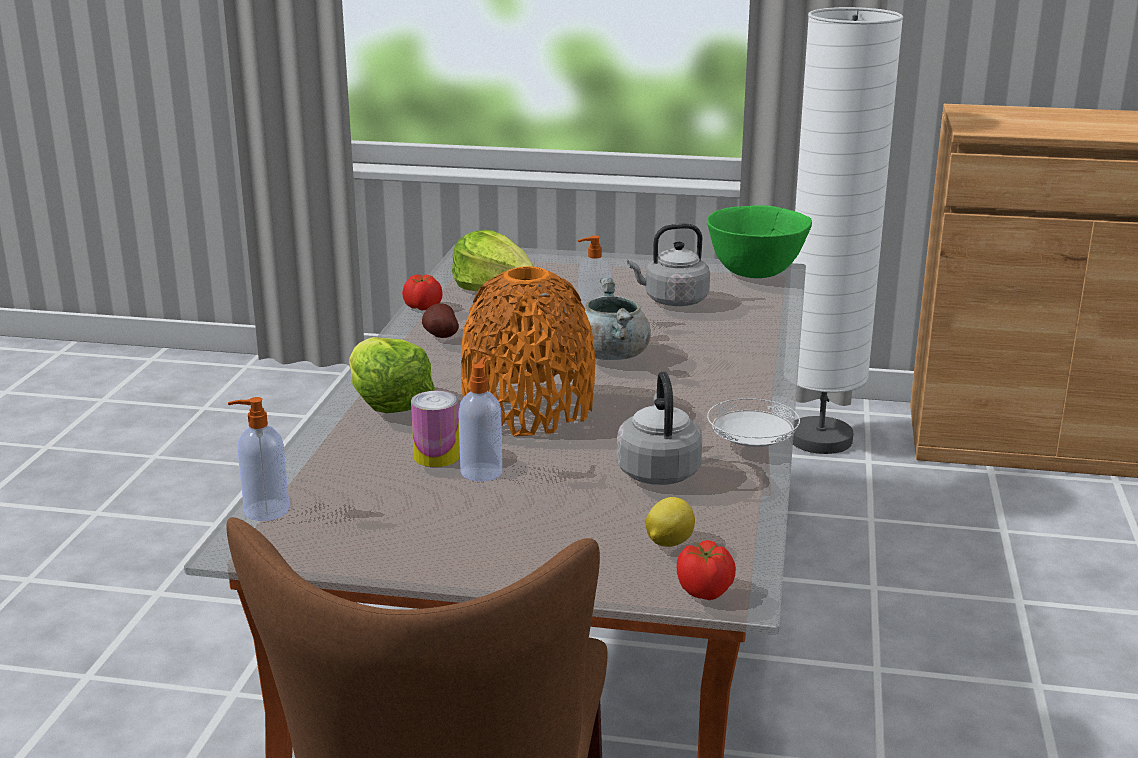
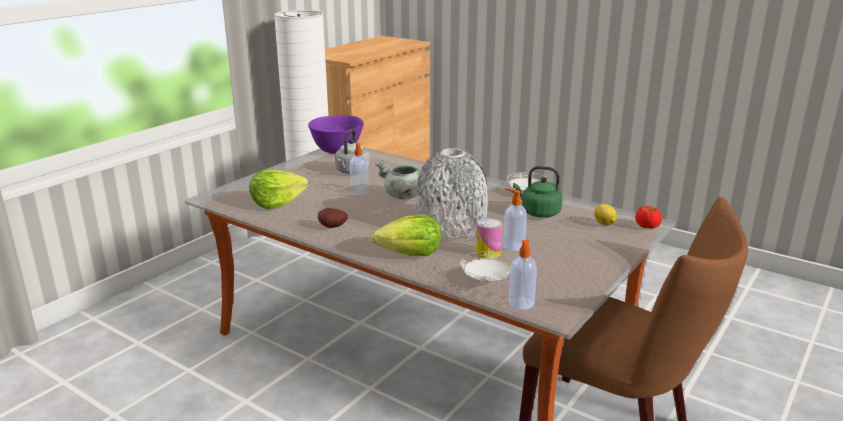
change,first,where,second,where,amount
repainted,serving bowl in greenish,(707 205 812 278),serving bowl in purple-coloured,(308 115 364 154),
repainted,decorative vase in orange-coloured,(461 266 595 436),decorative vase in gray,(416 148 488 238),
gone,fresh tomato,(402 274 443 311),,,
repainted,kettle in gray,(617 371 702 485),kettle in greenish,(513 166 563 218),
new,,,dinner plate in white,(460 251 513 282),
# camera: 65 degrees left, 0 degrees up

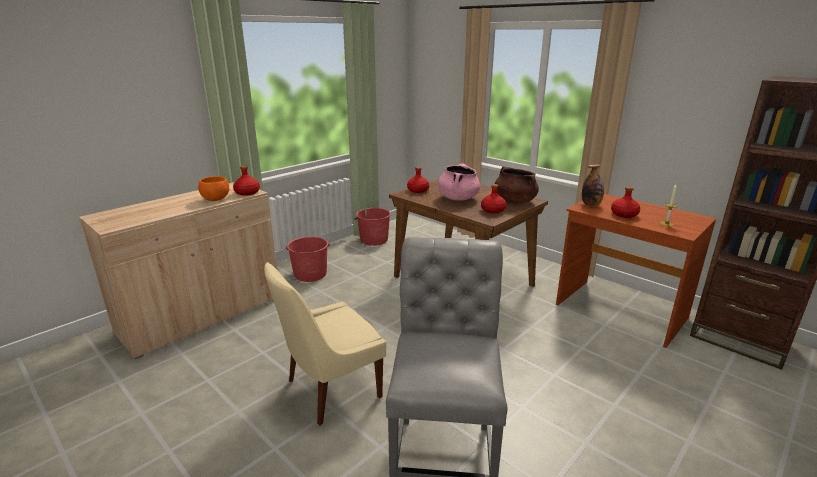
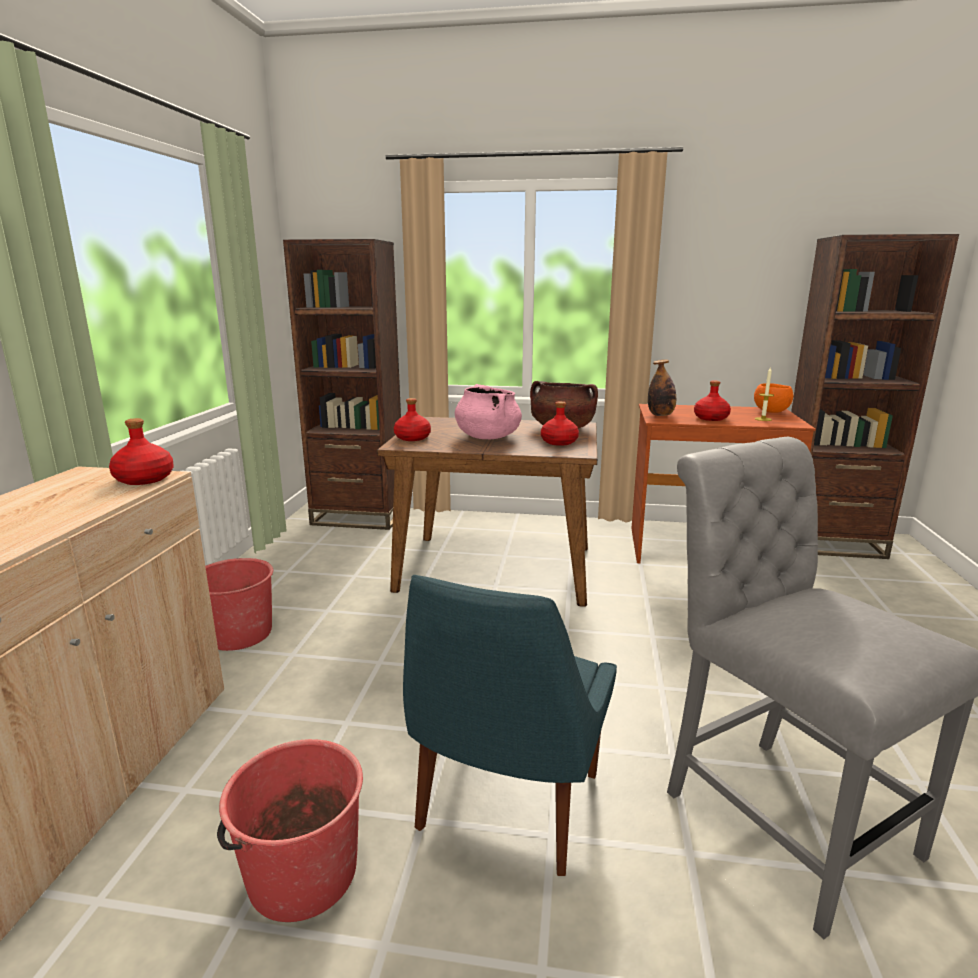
change,first,where,second,where,amount
shifted,serving bowl in orange-coloured,(198 176 229 201),,(754 383 793 413),
shifted,water bucket in red,(355 208 391 246),,(217 739 363 922),
repainted,plain chair in beige,(264 262 386 425),plain chair in blue,(403 575 617 876),
new,,,bookcase in brown,(283 239 401 530),
# camera: 35 degrees left, 5 degrees down

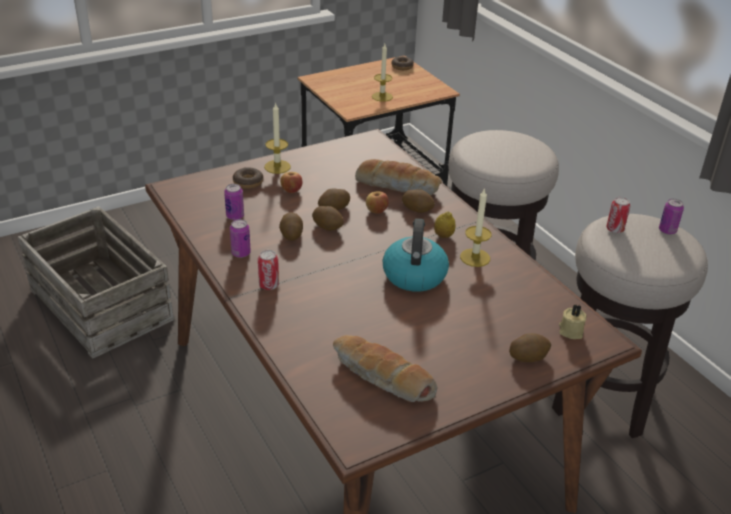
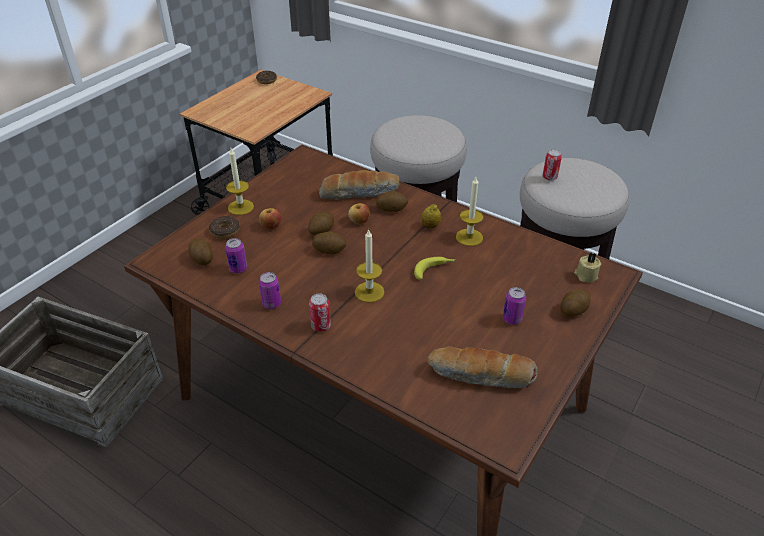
change,first,where,second,where,amount
shifted,candle,(372 44 393 102),,(355 228 384 303),
shifted,sealed can,(659 199 684 235),,(503 287 526 325),
shifted,potato,(279 212 303 241),,(188 238 213 265),
swapped,kettle,(383 218 449 292),banana,(414 257 455 280),
# camera: 25 degrees left, 5 degrees up

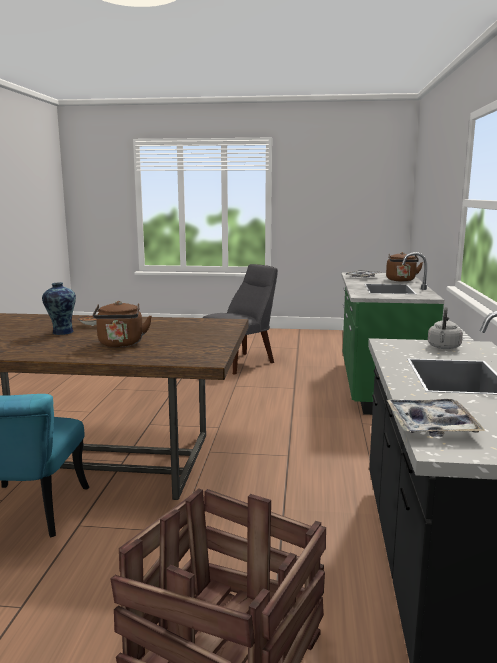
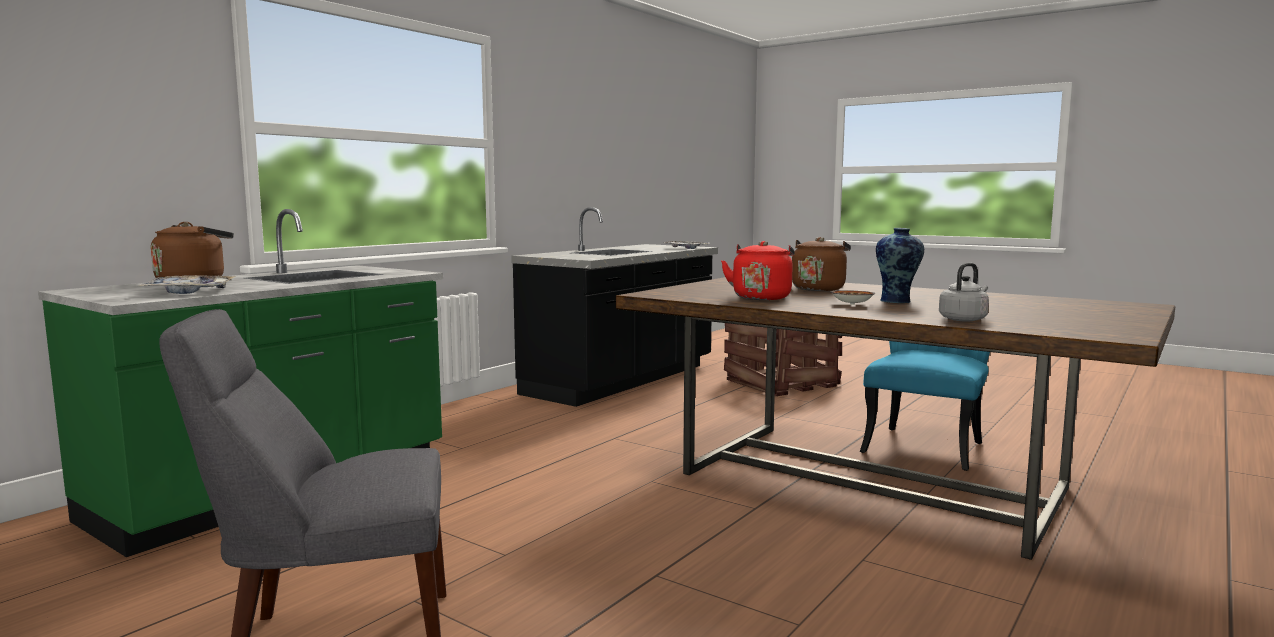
change,first,where,second,where,amount
shifted,kettle in gray,(428 307 463 349),,(939 263 989 322),
new,,,kettle in red,(721 241 795 300),
# camera: 150 degrees left, 5 degrees down

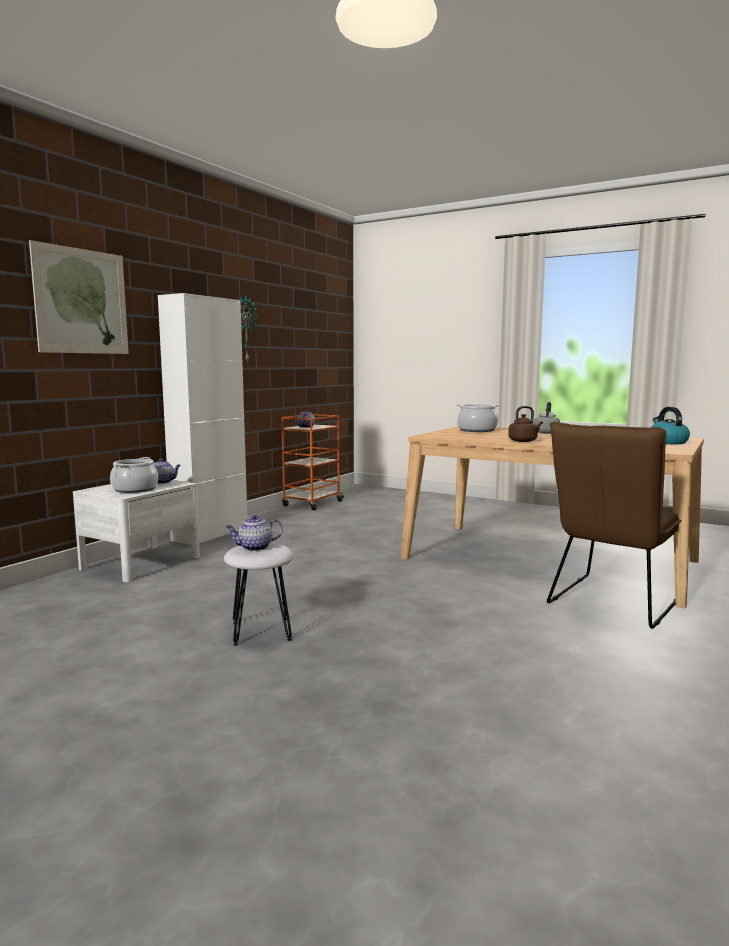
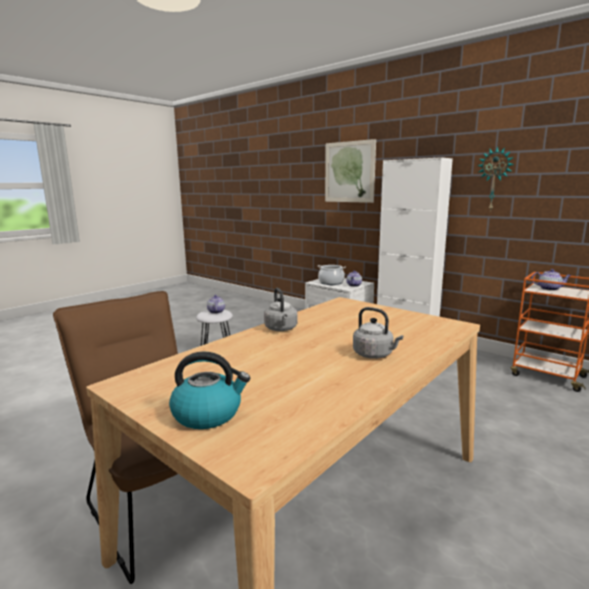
change,first,where,second,where,amount
gone,saucepot,(456 404 500 432),,,
repainted,kettle in brown,(508 406 543 442),kettle in gray,(264 288 298 331),
# camera: 100 degrees right, 5 degrees up

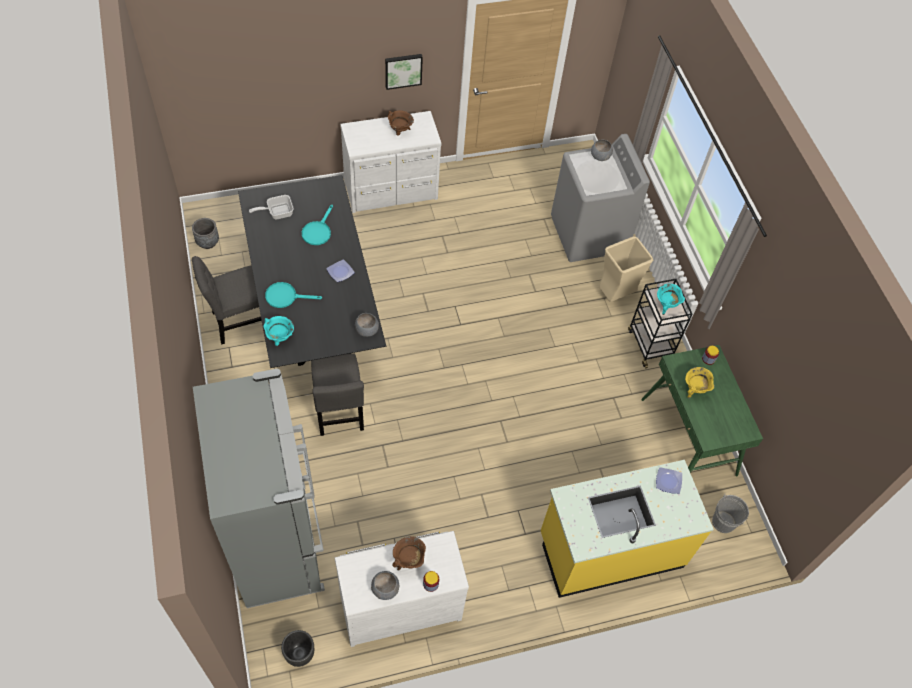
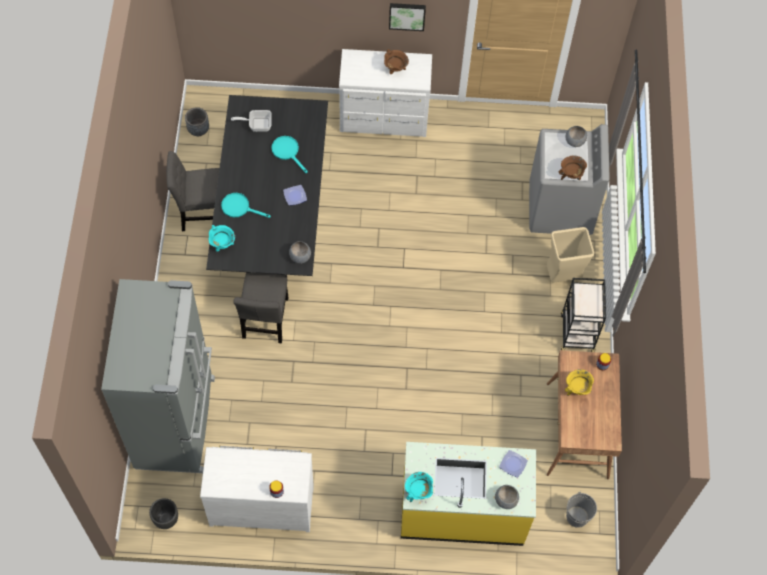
change,first,where,second,where,amount
rotated,pan in blue-green,(302 205 333 245),,(271 136 308 173),105 degrees clockwise
shifted,saucepot in blue-green,(657 284 685 315),,(405 472 433 502),
repainted,desk unit in greenish,(641 345 763 476),desk unit in brown,(546 350 622 480),
shifted,saucepot in brown,(392 536 426 571),,(559 156 587 180),
shifted,serving bowl in gray,(371 571 399 600),,(495 485 519 509),
# camera: 20 degrees right, 5 degrees up

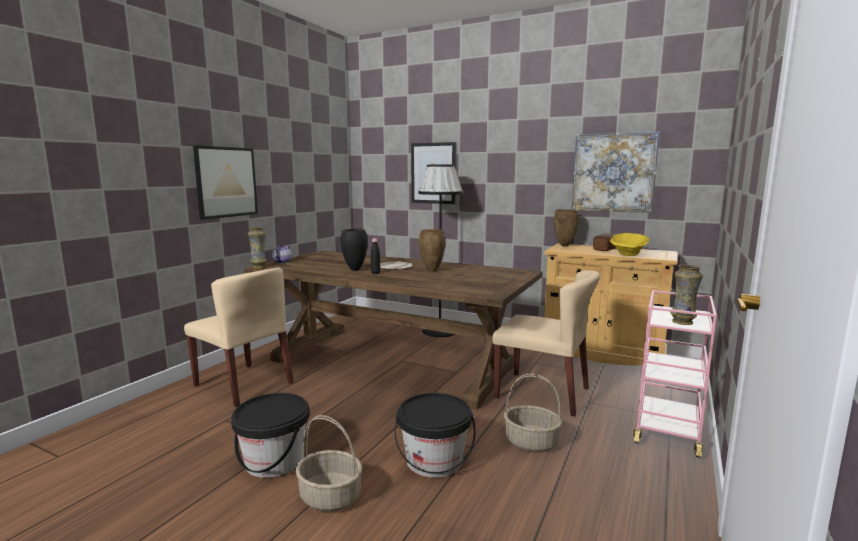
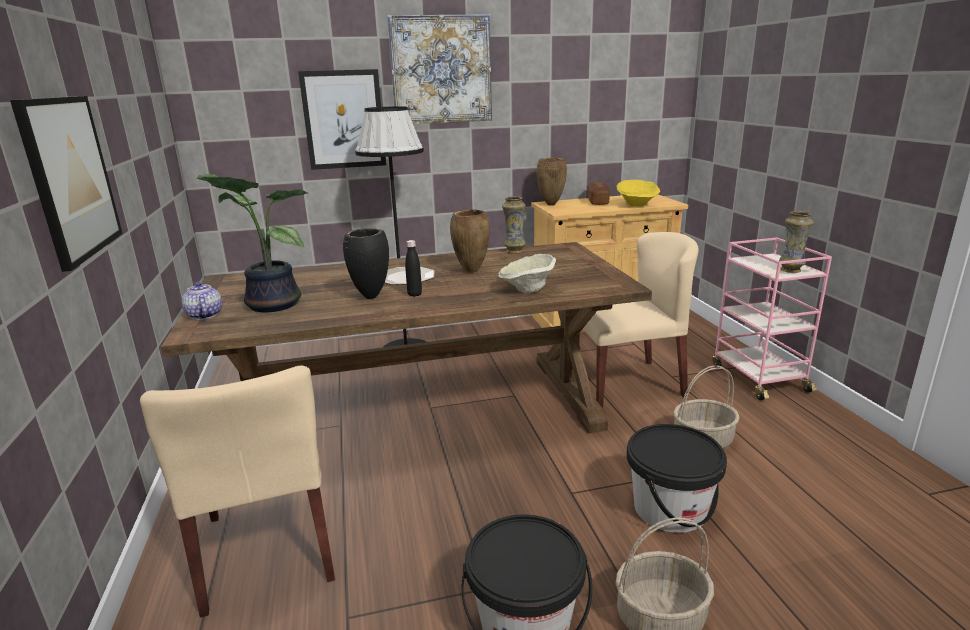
change,first,where,second,where,amount
shifted,wall picture,(572 132 660 213),,(387 14 492 124),
shifted,decorative vase,(247 227 267 268),,(502 196 526 254),
rotated,plain chair in beige,(184 267 294 407),,(140 365 335 618),75 degrees clockwise
new,,,houseplant,(197 174 307 312),
new,,,serving bowl in beige,(498 254 556 293),
# camera: 40 degrees left, 10 degrees up

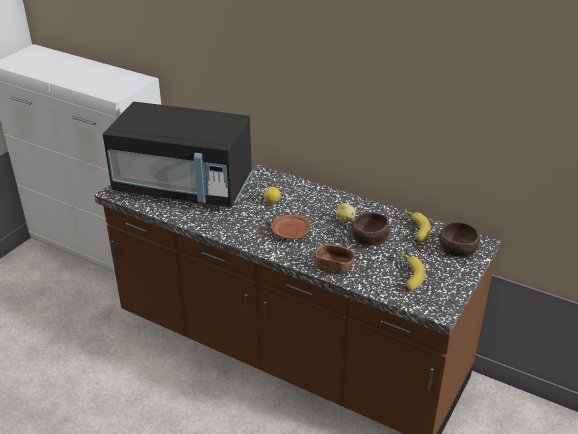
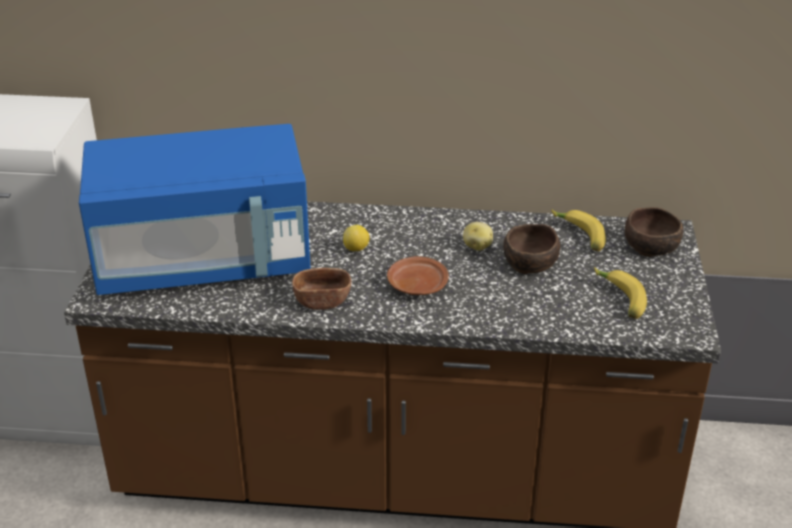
change,first,where,second,where,amount
repainted,microwave in black,(103 102 252 207),microwave in blue,(79 124 311 295),
shifted,serving bowl in brown,(315 244 355 274),,(292 268 351 310),
# camera: 25 degrees left, 0 degrees up

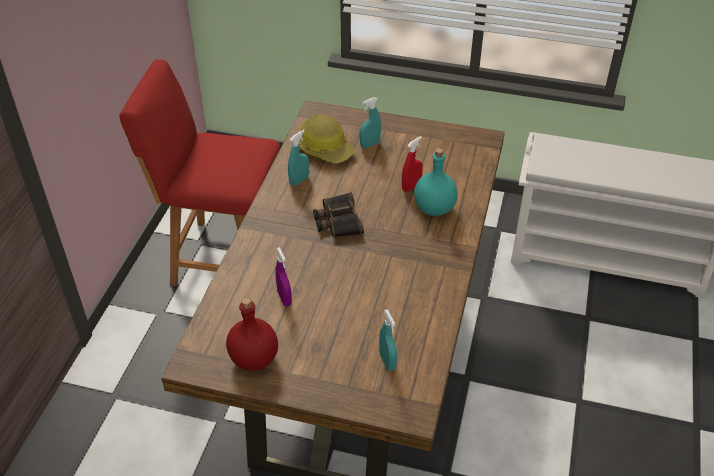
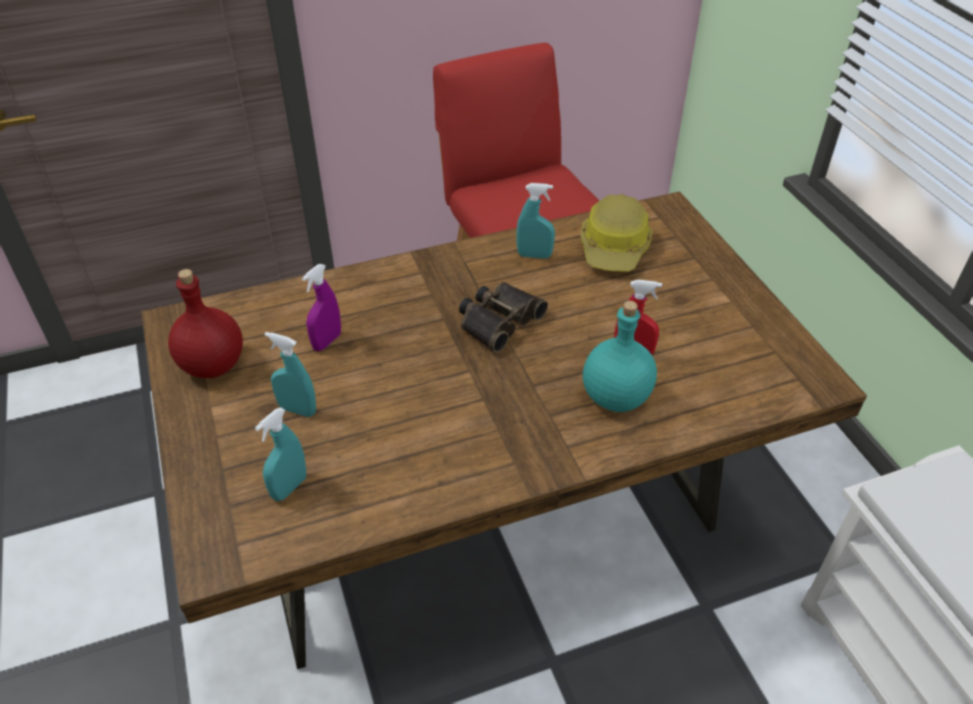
change,first,where,second,where,amount
shifted,hand sprayer in blue-green,(360 97 381 148),,(265 332 316 417),
# camera: 55 degrees right, 0 degrees up

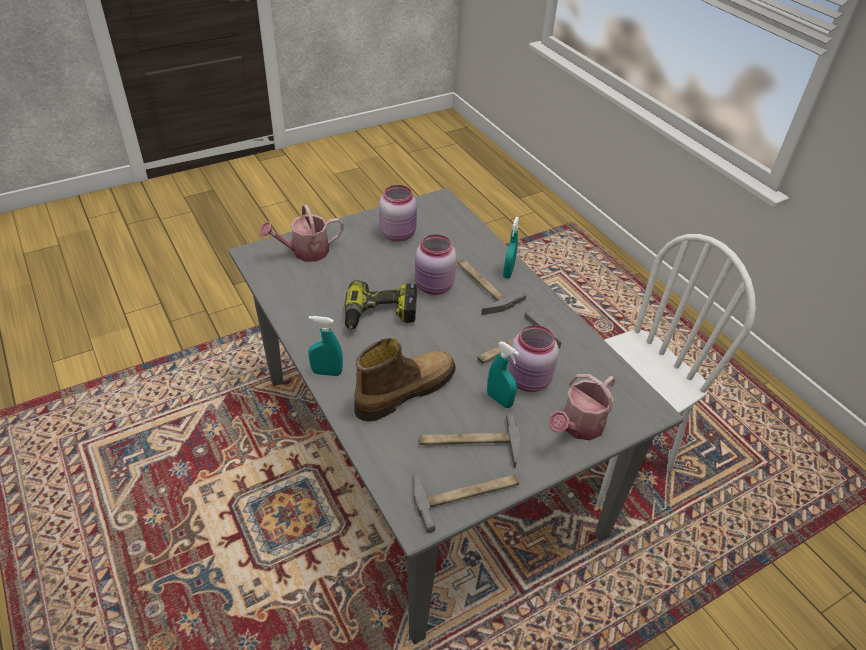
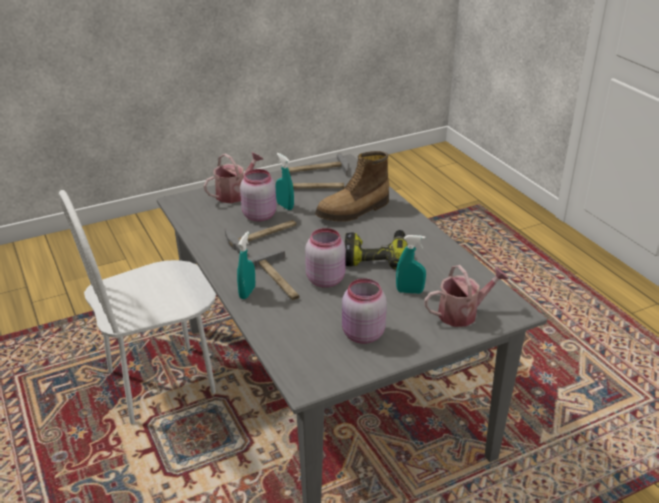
change,first,where,second,where,amount
shifted,hand sprayer in blue-green,(308 316 343 376),,(396 235 426 294),
# camera: 175 degrees left, 10 degrees down

